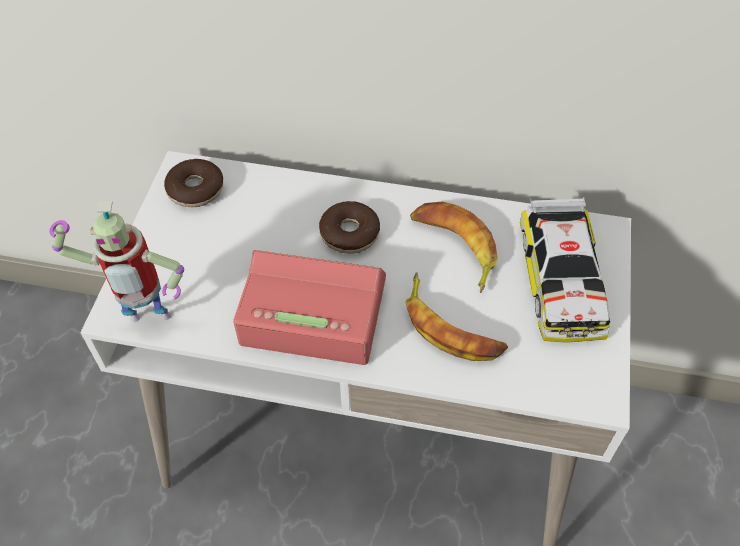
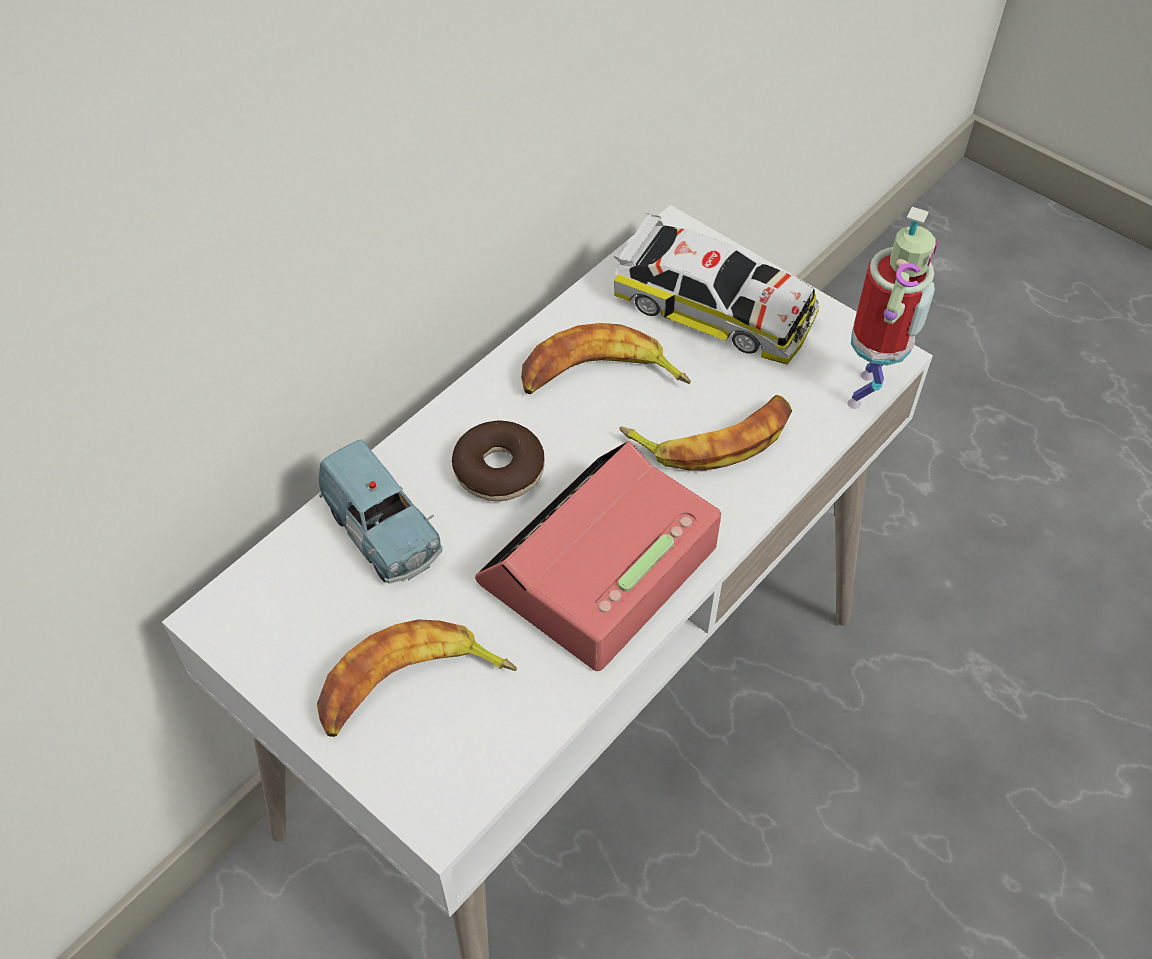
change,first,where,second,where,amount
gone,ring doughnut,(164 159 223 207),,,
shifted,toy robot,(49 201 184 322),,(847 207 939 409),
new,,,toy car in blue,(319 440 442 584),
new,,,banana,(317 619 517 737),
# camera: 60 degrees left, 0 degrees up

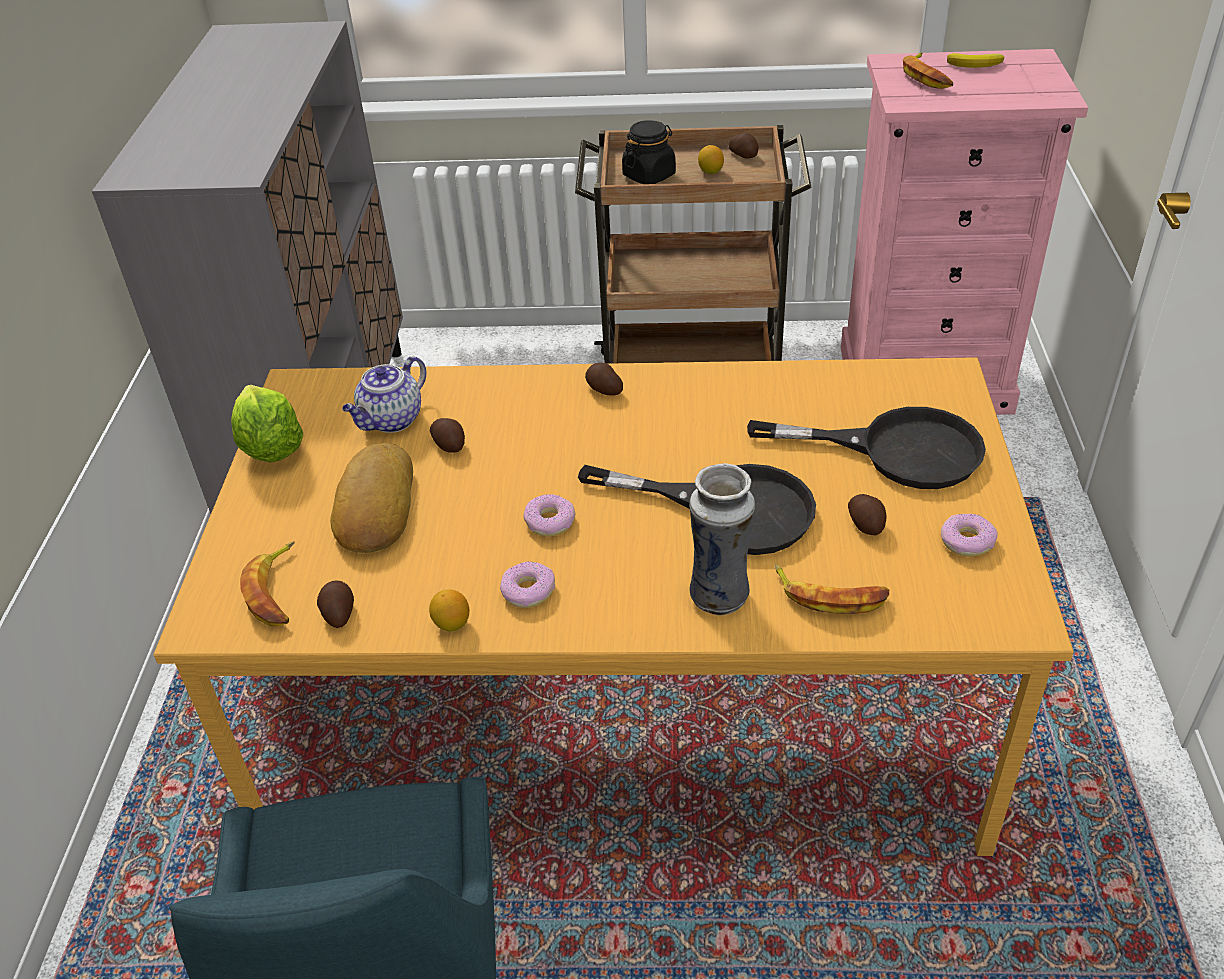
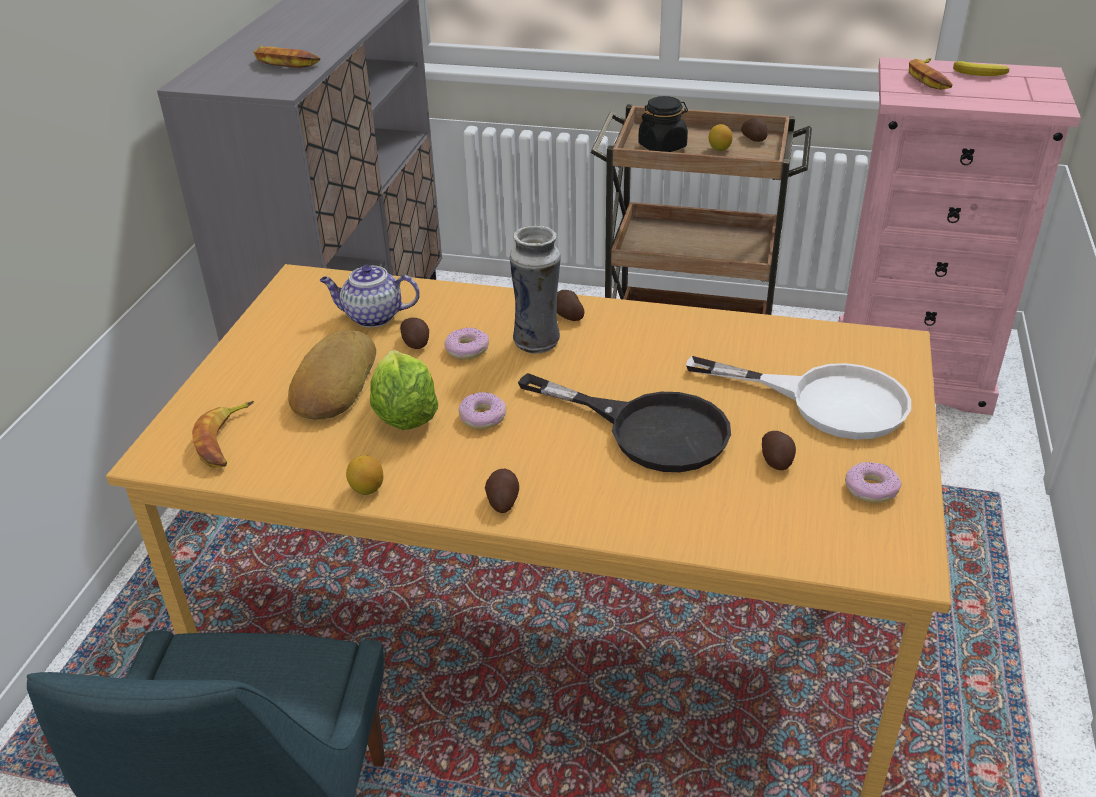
change,first,where,second,where,amount
rotated,teapot,(342 356 426 433),,(320 265 420 327),45 degrees clockwise
shifted,lettuce head,(231 384 303 463),,(370 350 438 430),
repainted,pan in black,(747 407 986 489),pan in white,(686 356 911 440),
shifted,decorative vase,(689 463 755 615),,(510 226 561 354),
shifted,ring doughnut,(500 561 555 608),,(444 327 489 359),
shifted,banana,(774 564 889 614),,(253 45 320 68),
shifted,potato,(317 580 354 628),,(485 469 519 513),
# camera: 10 degrees right, 5 degrees down

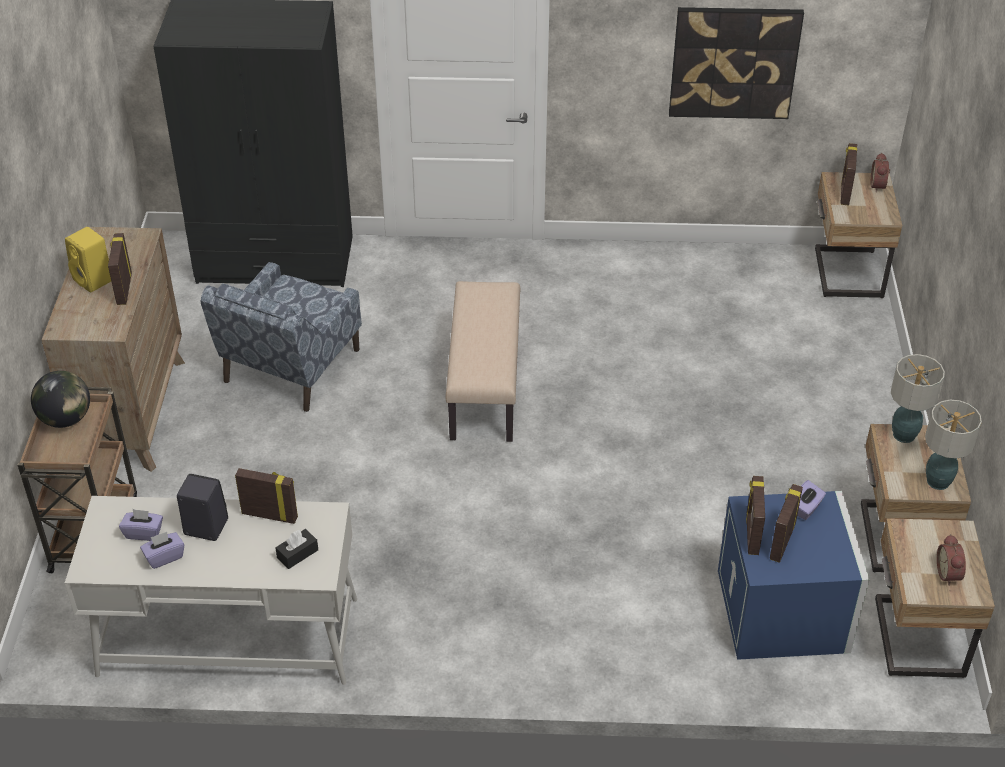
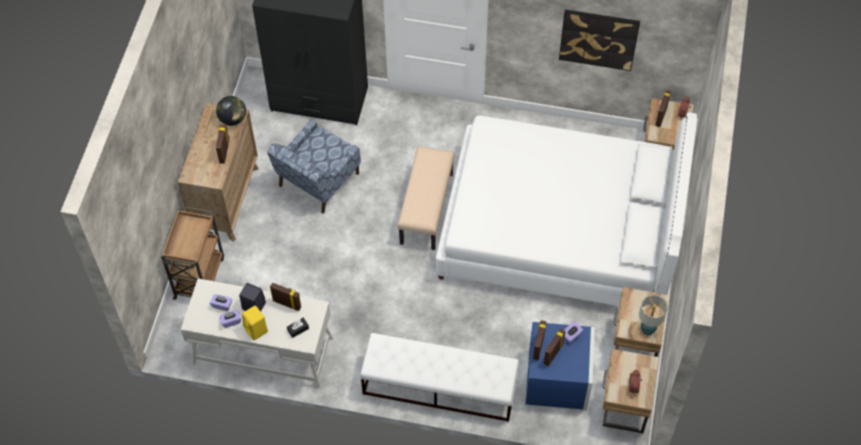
change,first,where,second,where,amount
shifted,speaker in yellow,(65 227 111 293),,(242 305 268 340),
gone,lamp for a table,(891 354 945 443),,,
shifted,world globe,(31 371 90 428),,(216 96 246 126),
new,,,bed in white,(436 112 697 306),
new,,,bench in white,(360 333 520 422),
# camera: 10 degrees right, 15 degrees up

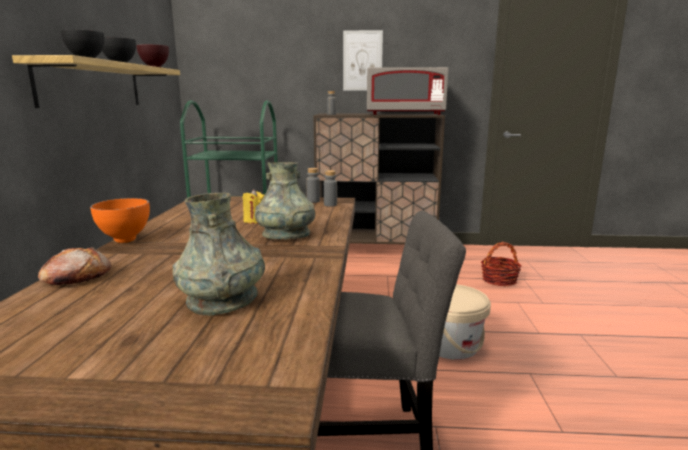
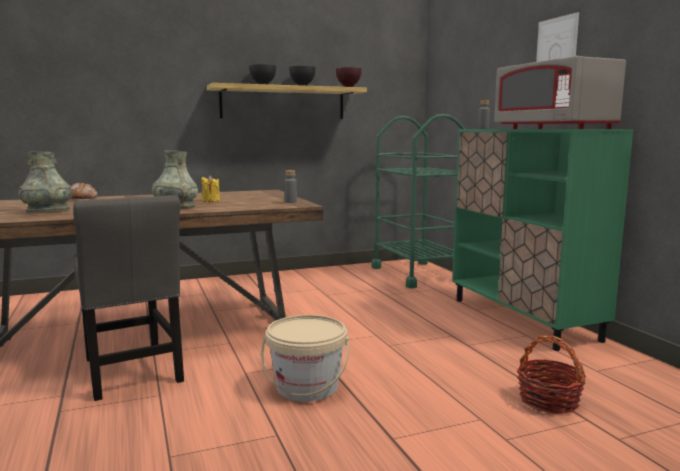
change,first,where,second,where,amount
repainted,storage cabinet in brown,(313 114 445 244),storage cabinet in greenish,(452 129 634 351),
gone,bottle in gray,(324 170 337 207),,,
gone,serving bowl in orange-coloured,(90 198 150 243),,,
# camera: 65 degrees right, 5 degrees down

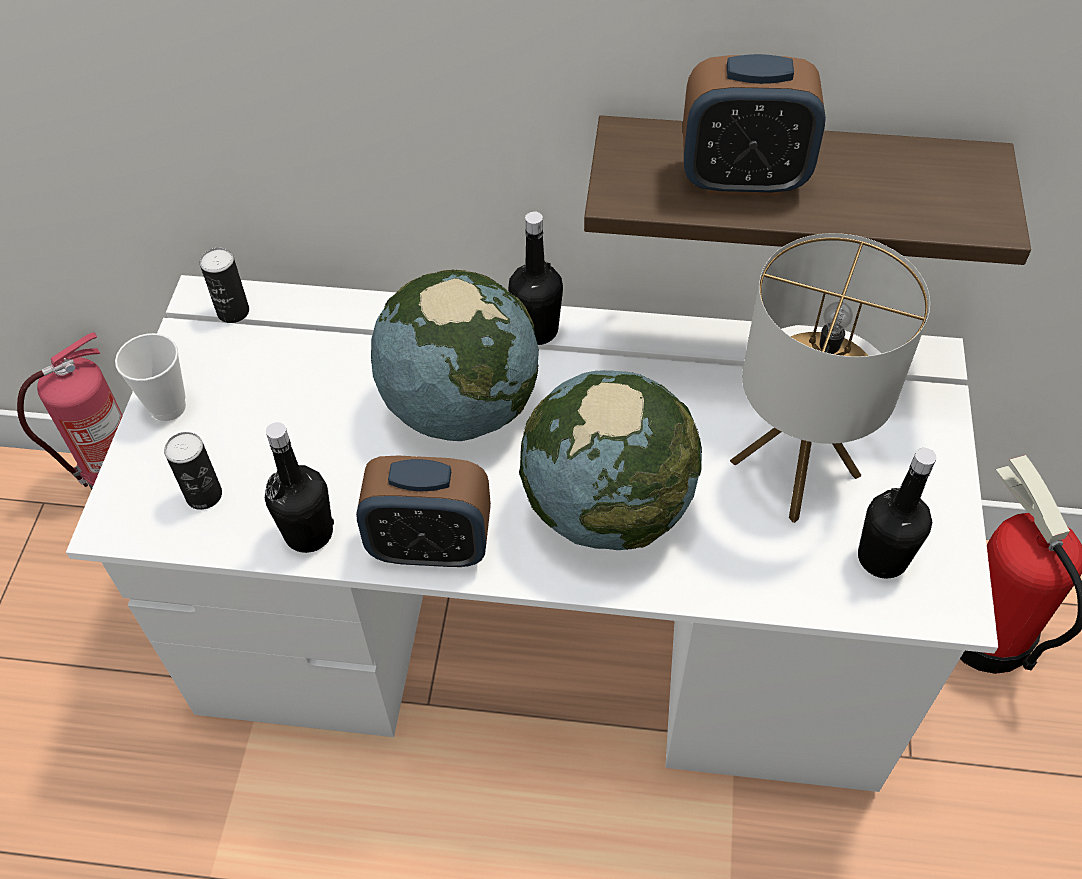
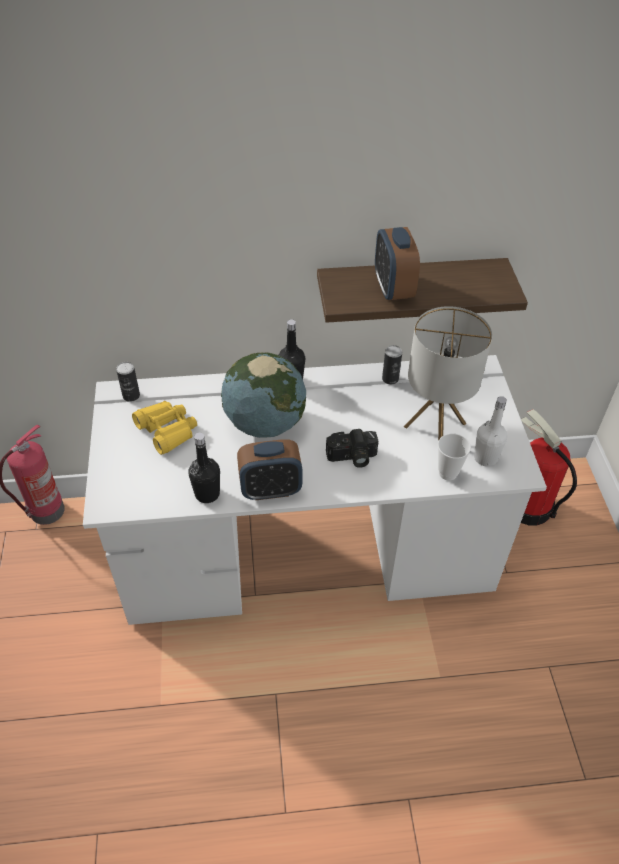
change,first,where,second,where,amount
rotated,bedside clock,(683 54 826 196),,(375 227 420 300),90 degrees clockwise
shifted,small cup,(115 333 186 421),,(438 433 471 481),
swapped,world globe,(519 371 702 550),photo camera,(326 429 378 468),
shifted,sealed can,(164 432 222 510),,(382 345 402 384),
repainted,bottle in black,(858 448 936 579),bottle in white,(474 396 507 466),
new,,,pair of binoculars in yellow,(132 401 197 455),
# camera: 15 degrees left, 5 degrees down

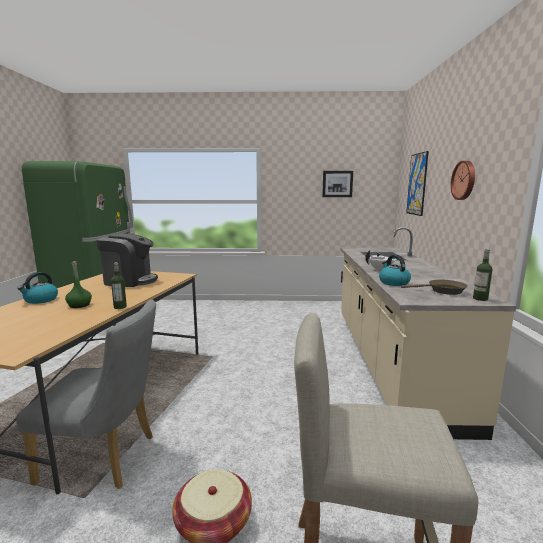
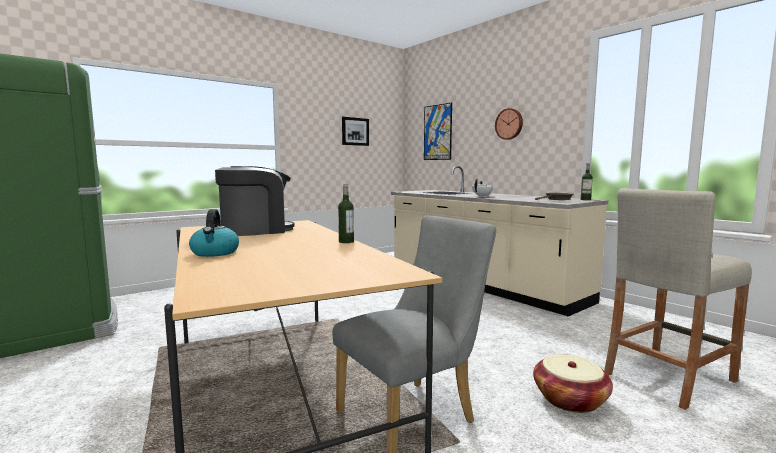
change,first,where,second,where,amount
gone,kettle,(379 255 411 286),,,
gone,bottle in greenish,(65 261 92 308),,,
# camera: 40 degrees left, 5 degrees down

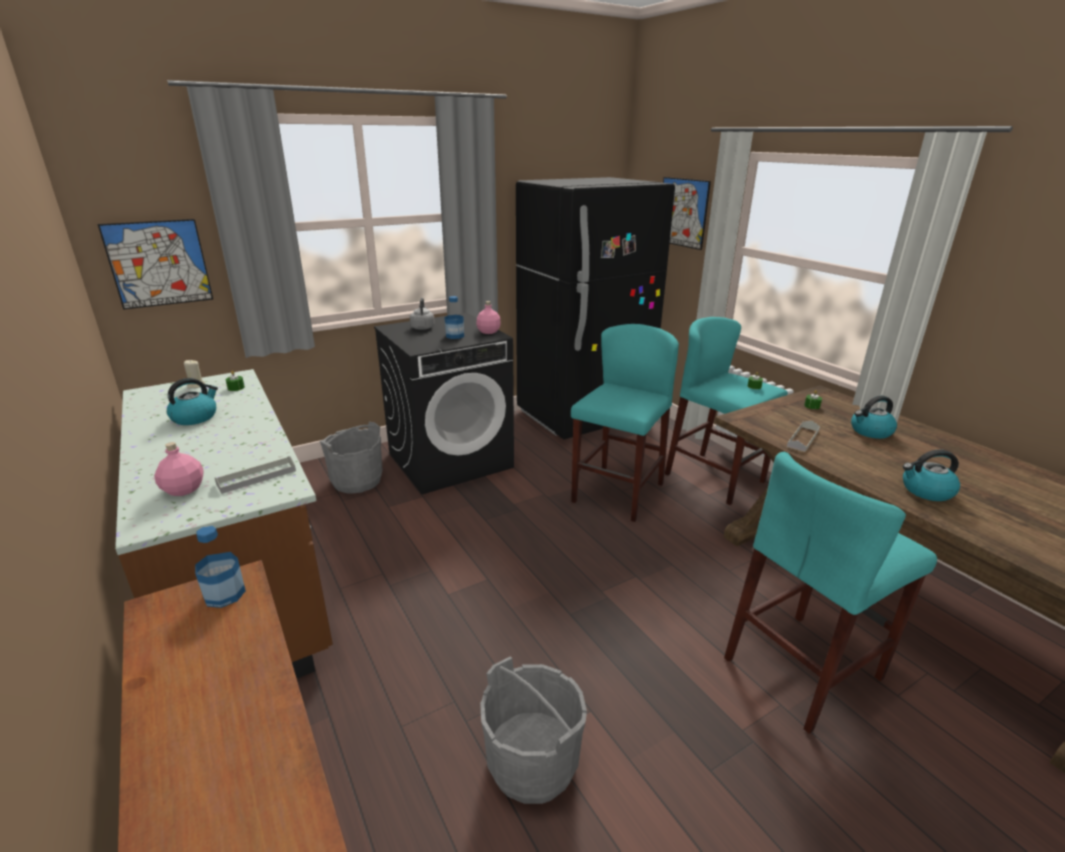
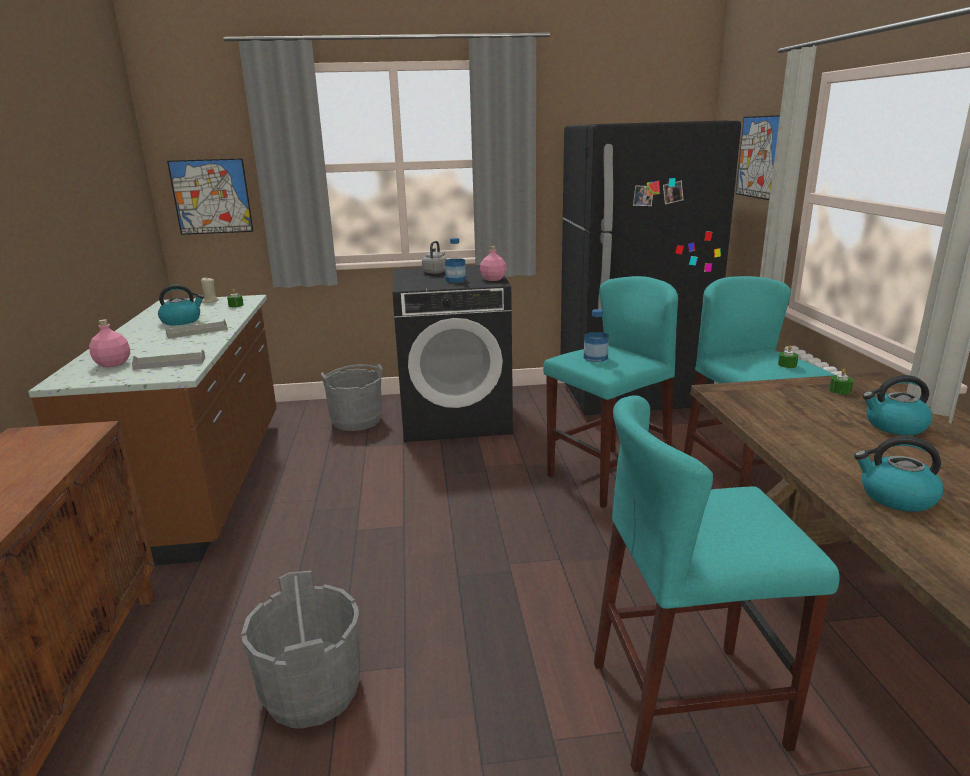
change,first,where,second,where,amount
shifted,serving tray in gray,(787 421 820 452),,(166 319 228 339),
shifted,bottle,(195 526 246 608),,(584 309 609 362),
# camera: 25 degrees right, 5 degrees down

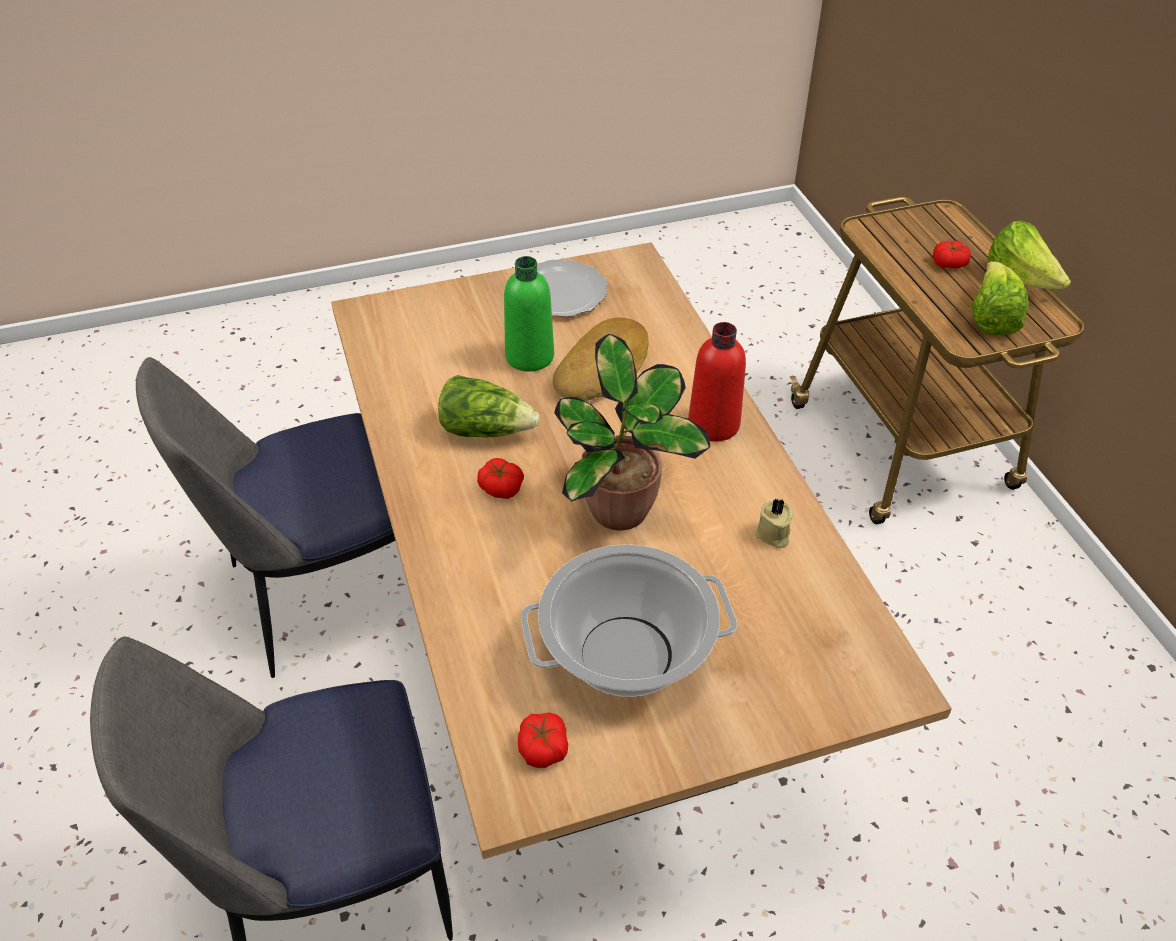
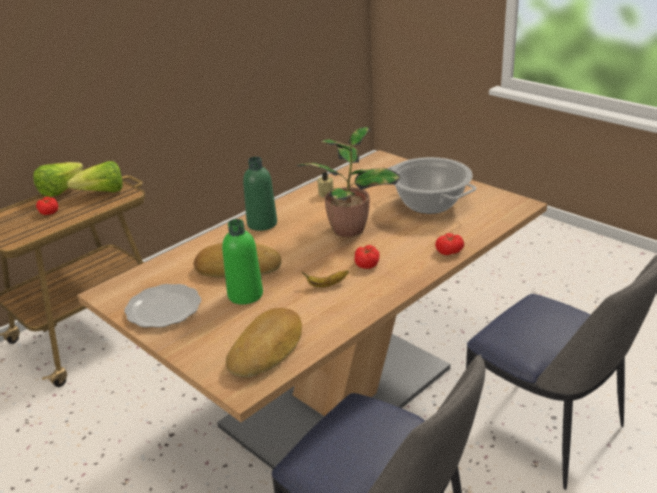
change,first,where,second,where,amount
repainted,bottle in red,(688 322 746 441),bottle in greenish,(243 157 277 231),
swapped,lettuce head,(438 375 540 437),banana,(301 270 349 287),
shifted,fresh tomato,(518 712 568 768),,(435 233 464 255),
new,,,baked bread,(226 308 302 377),
# camera: 115 degrees left, 15 degrees down

